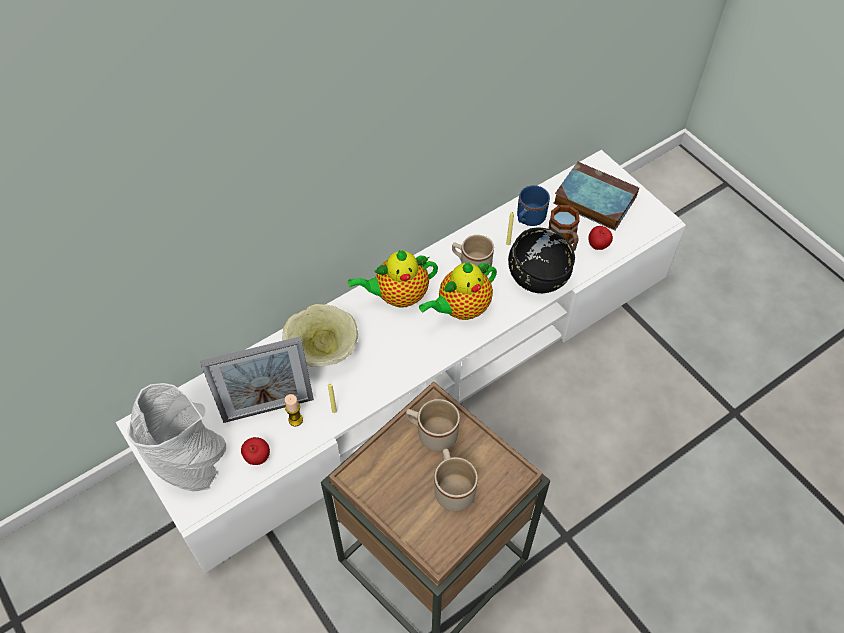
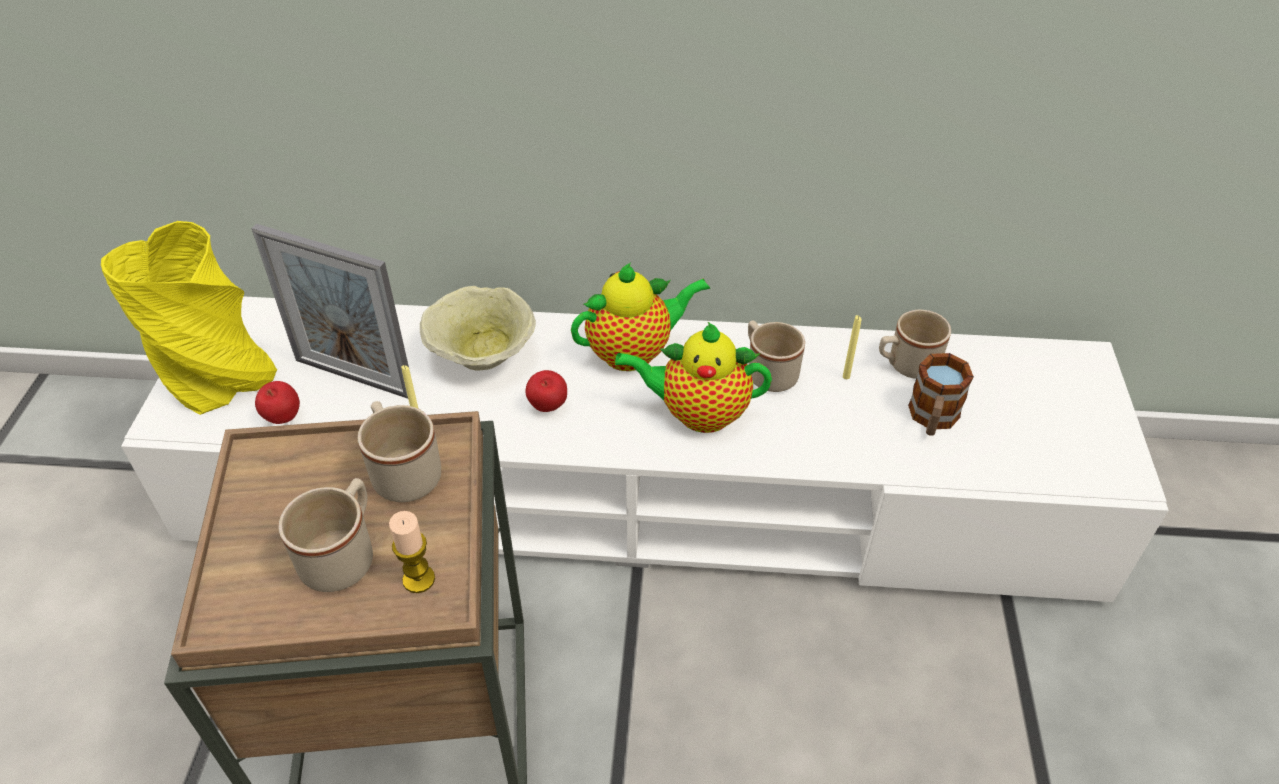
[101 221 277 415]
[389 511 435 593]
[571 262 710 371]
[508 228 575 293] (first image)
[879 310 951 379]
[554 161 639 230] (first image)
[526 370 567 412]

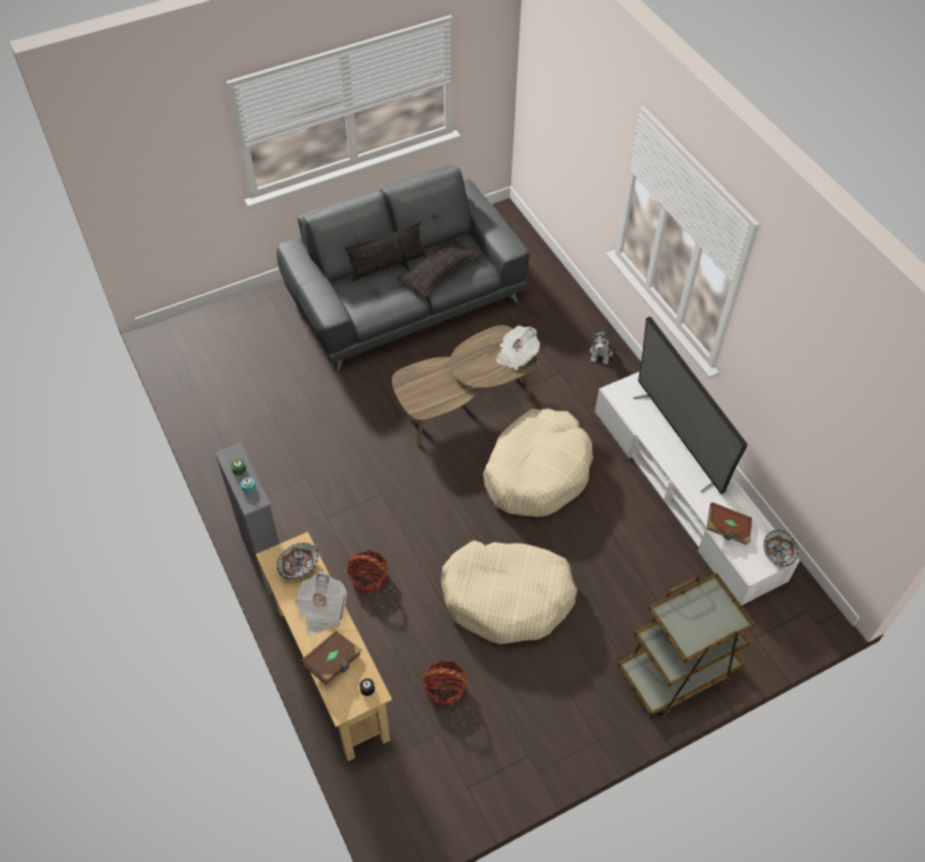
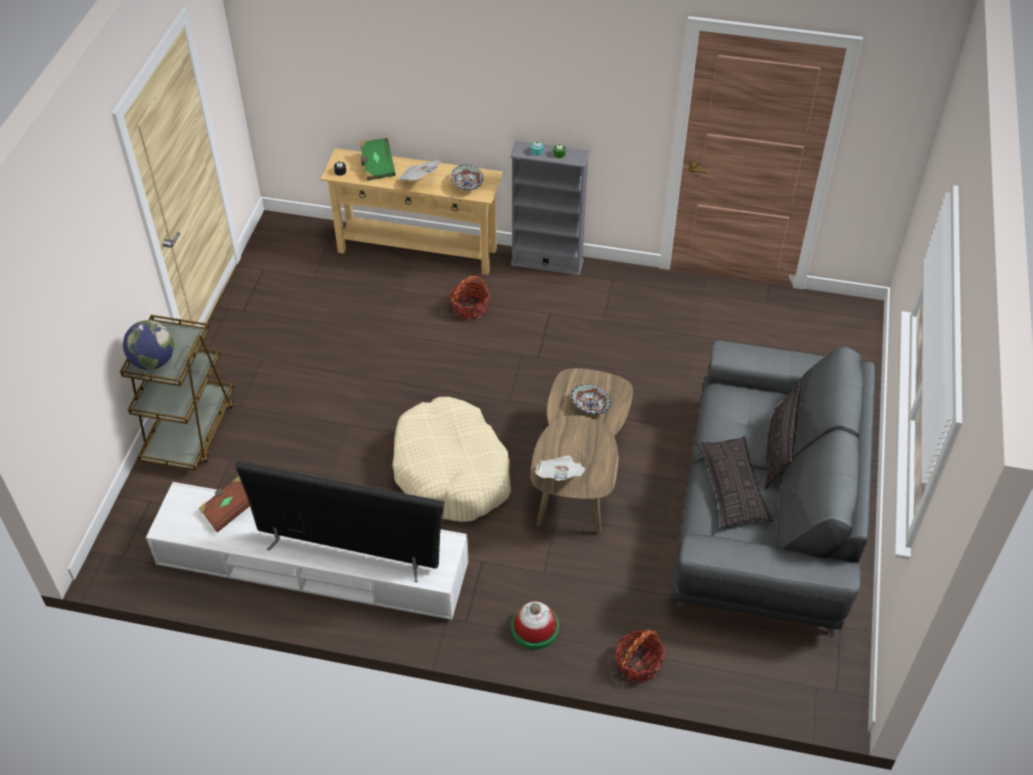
[360 138 396 180]
[616 630 665 682]
[441 541 578 644] (first image)
[511 601 559 650]
[571 384 611 414]
[123 320 174 370]

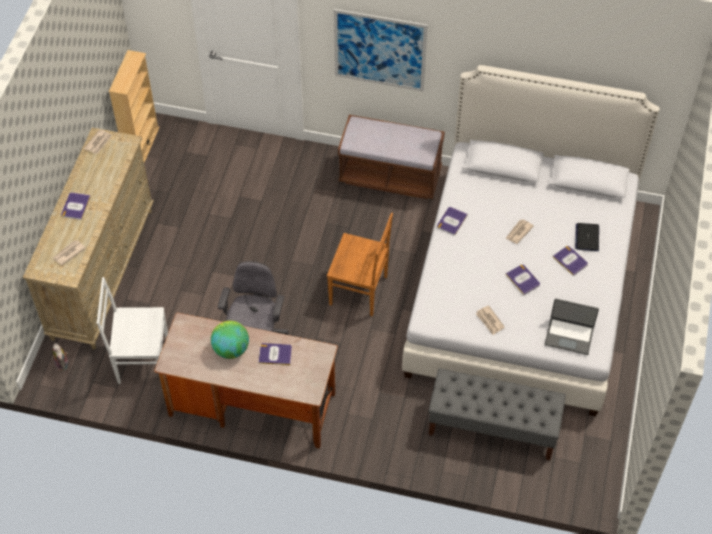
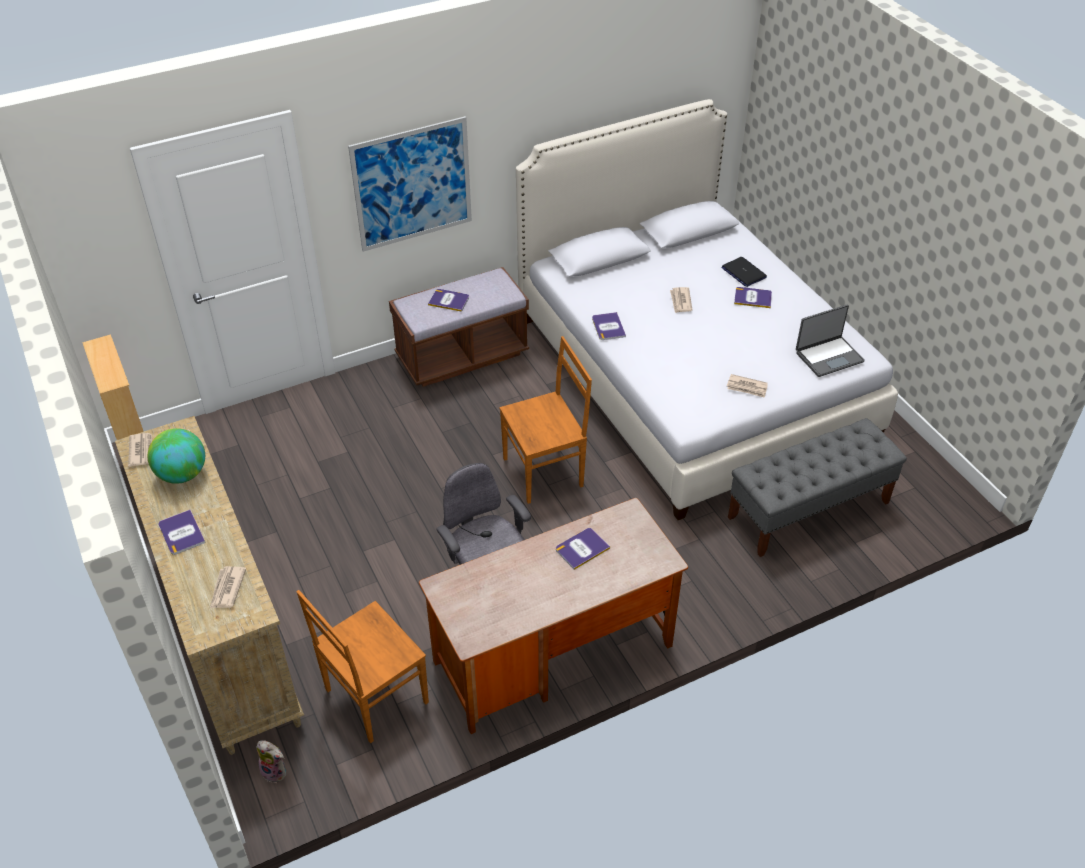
[297 590 429 743]
[148 428 205 484]
[428 289 469 312]

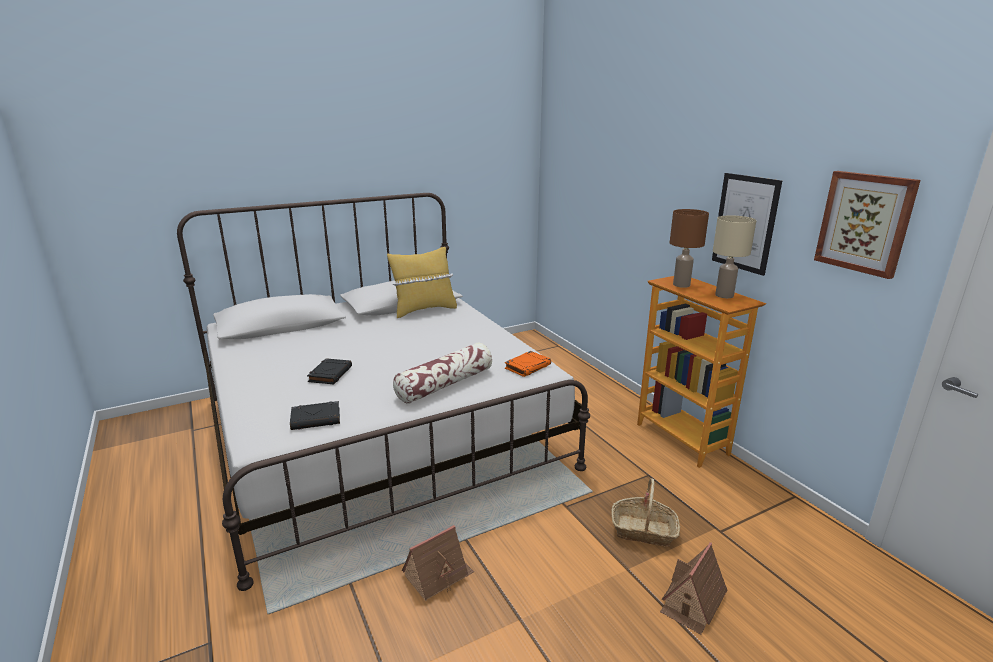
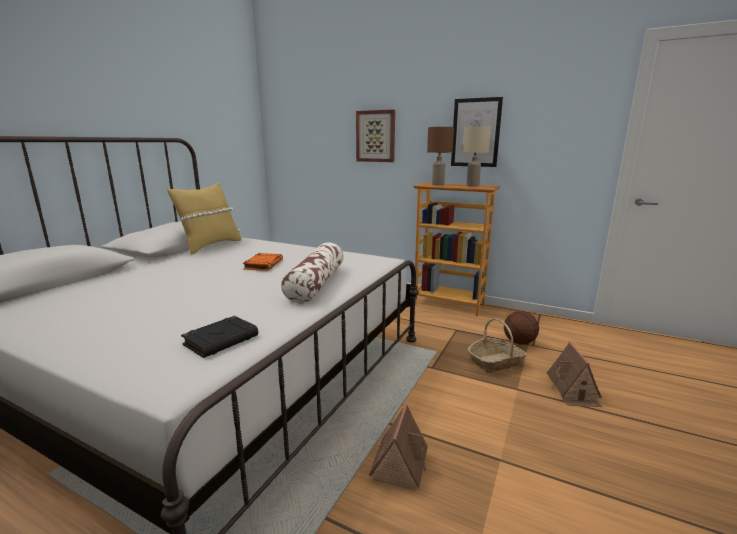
[307 358 352 384] (first image)
[243 253 283 271]
[356 110 395 162]
[504 311 539 345]

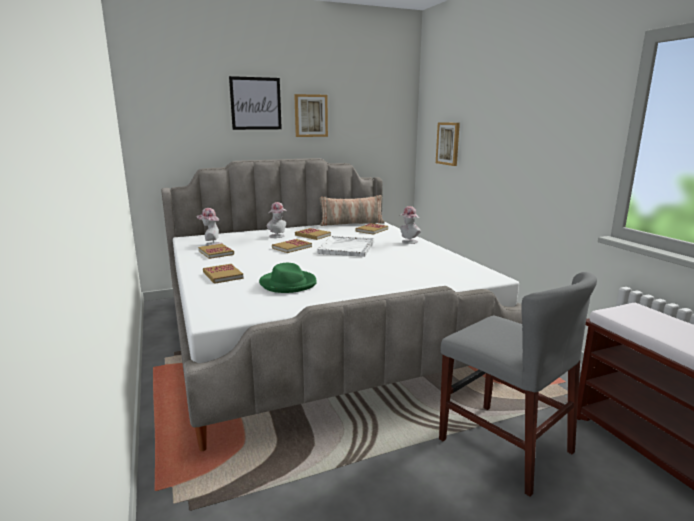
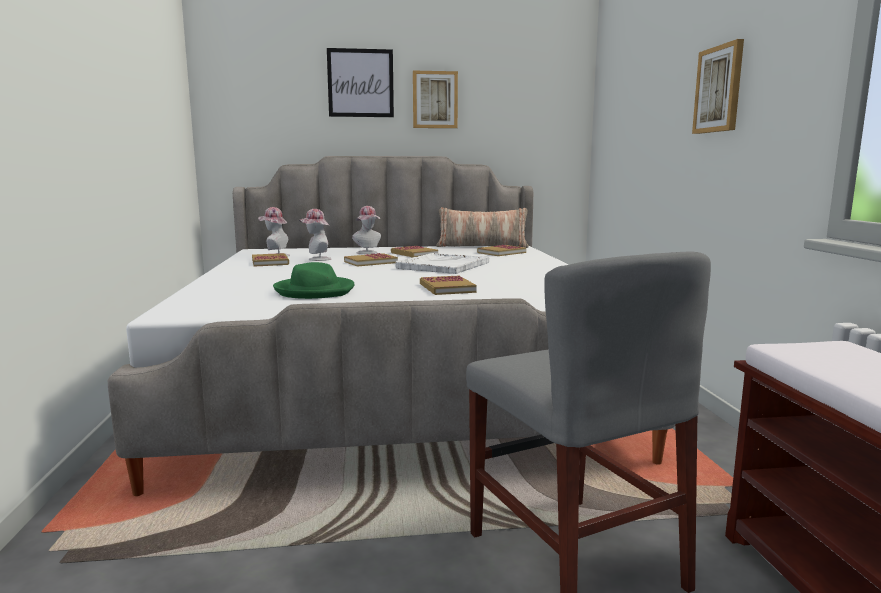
[420 276 476 295]
[299 209 331 261]
[692 39 744 134]

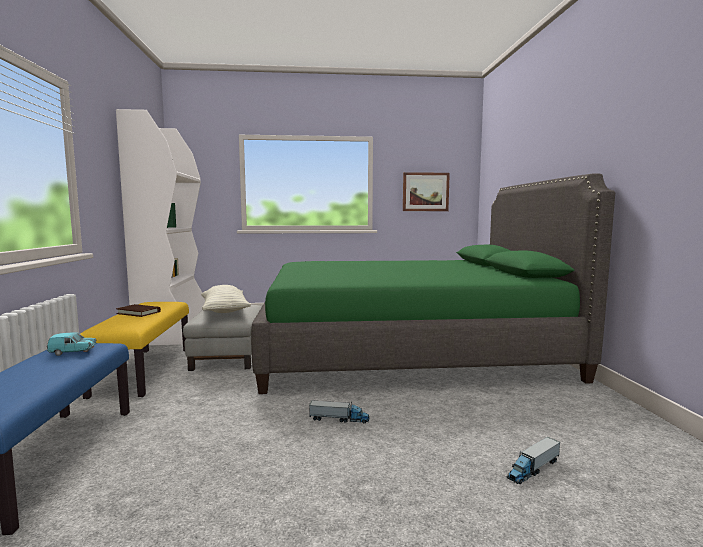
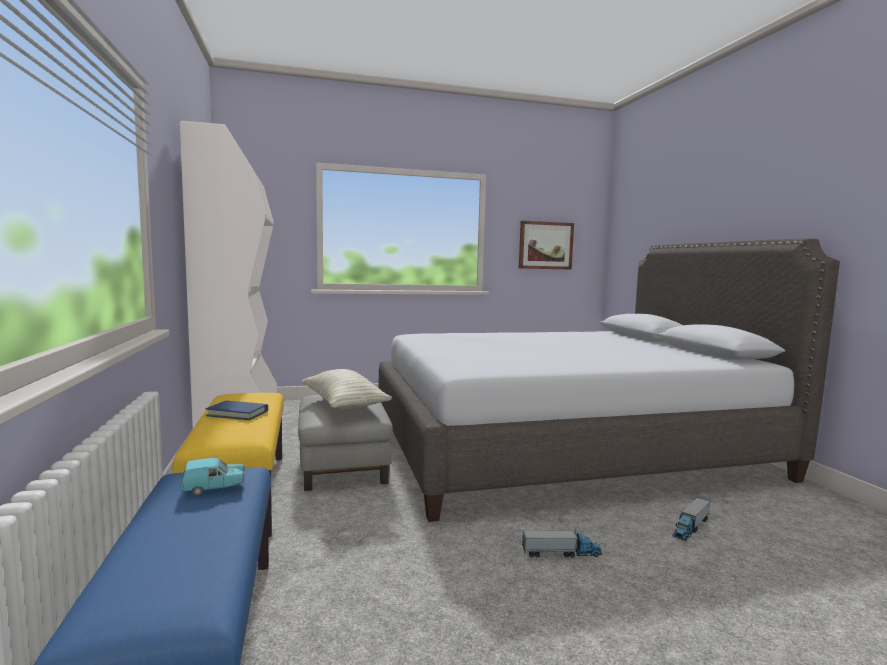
[206 400 268 420]
[379 238 840 522]
[672 497 710 541]

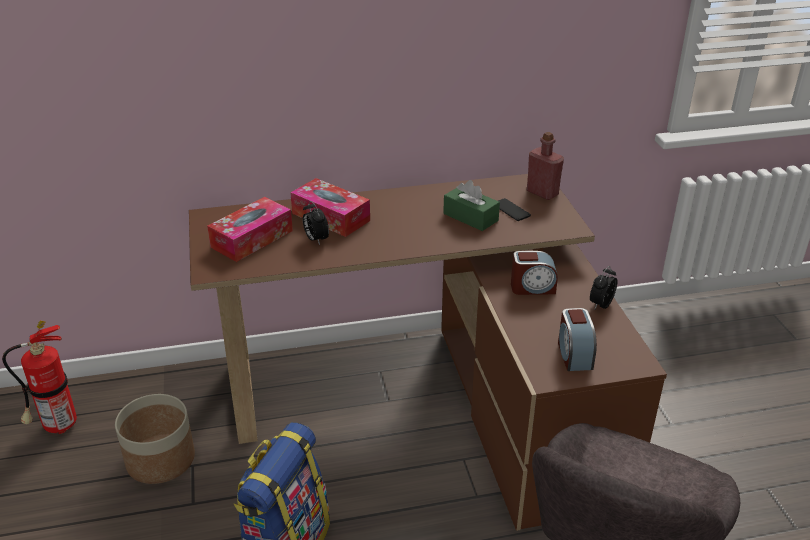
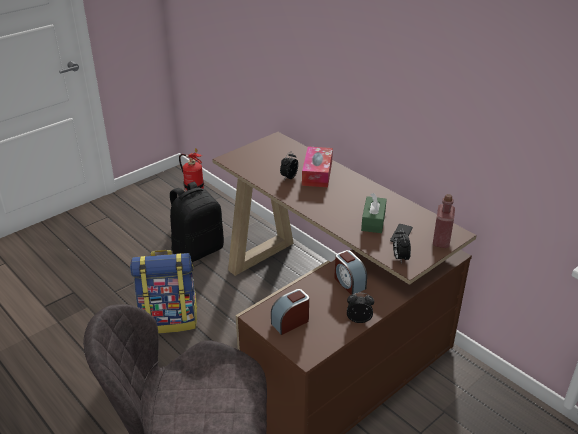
[170 182 224 262]
[207 197 293 262] (first image)
[393 229 411 264]

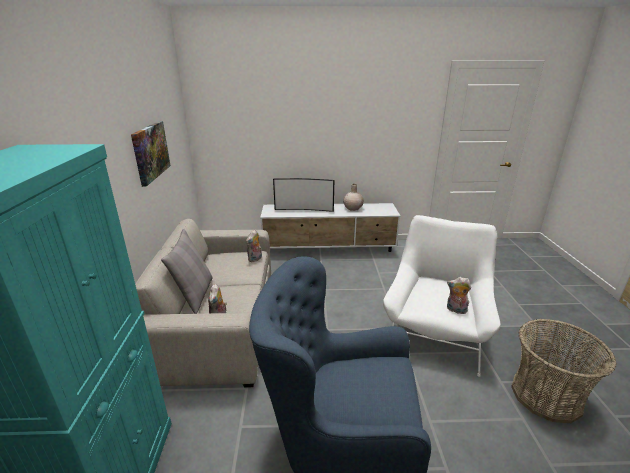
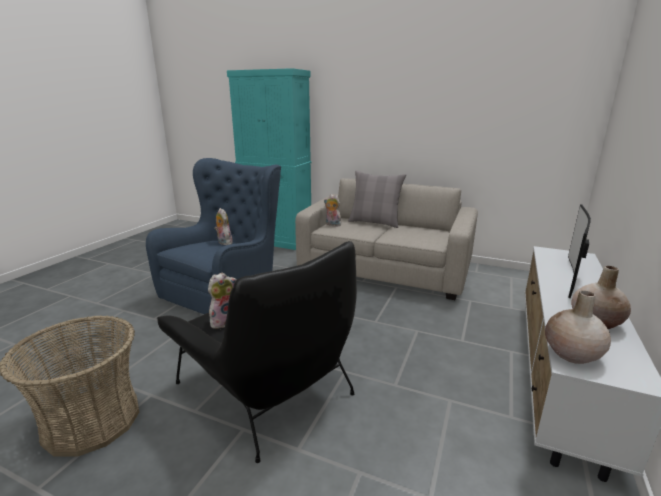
[131 121 171 187] (first image)
[214 208 232 245]
[157 241 357 463]
[545 291 611 364]

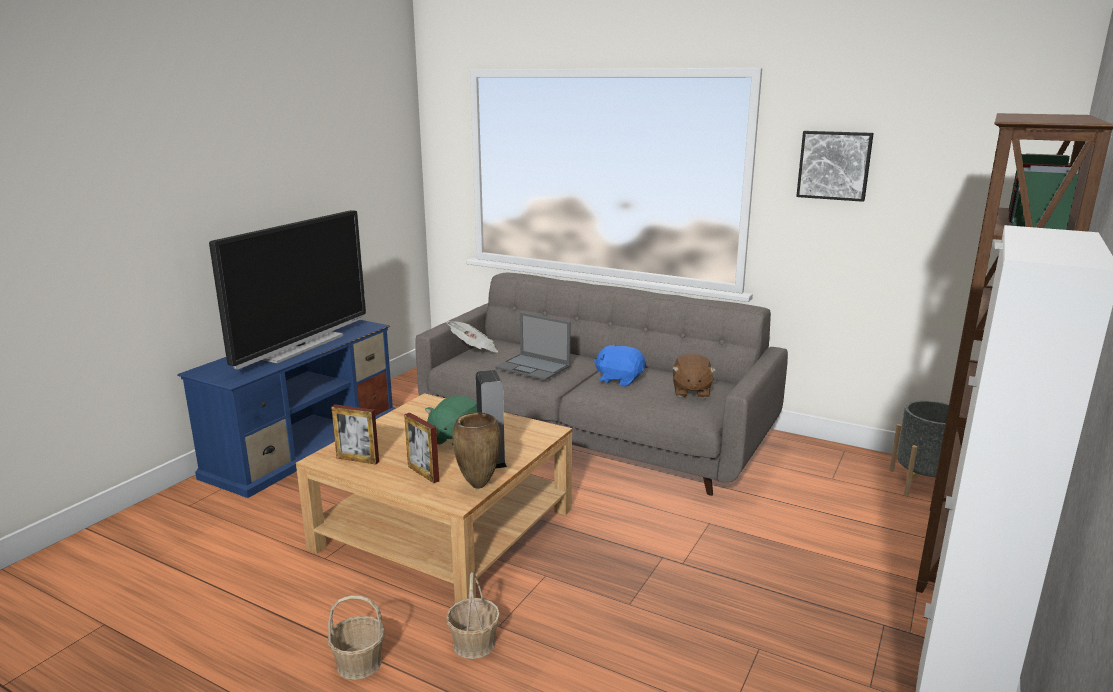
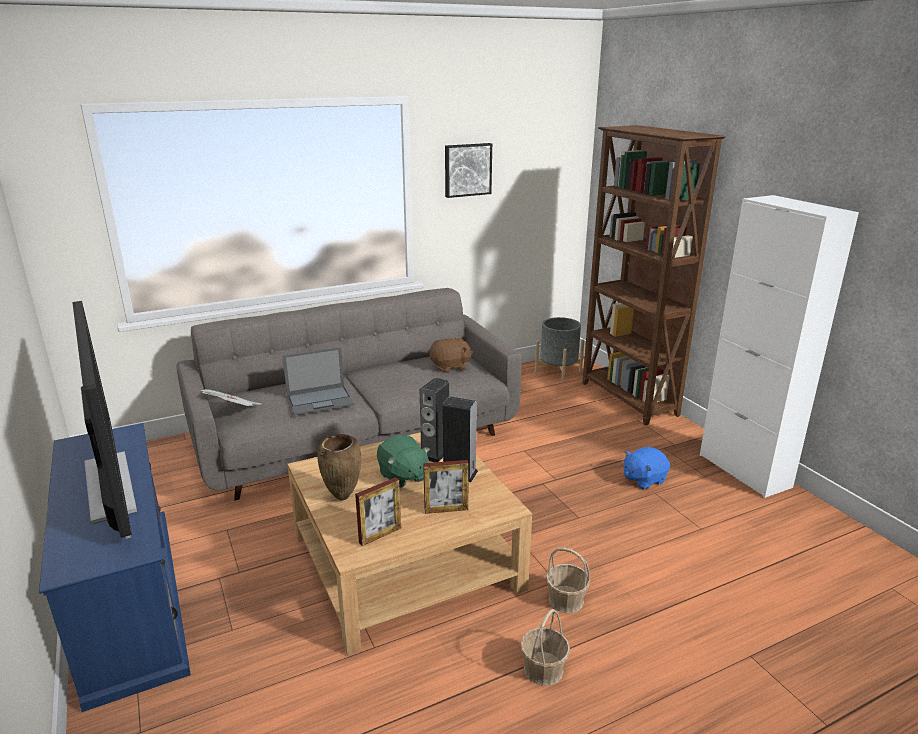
[317 434 361 501]
[623 447 670 490]
[430 337 473 373]
[420 378 449 462]

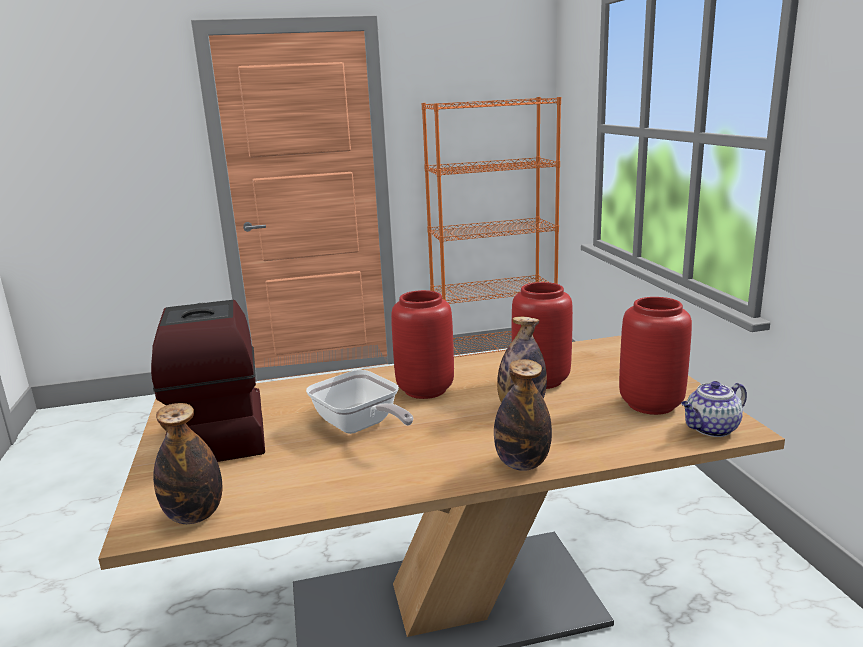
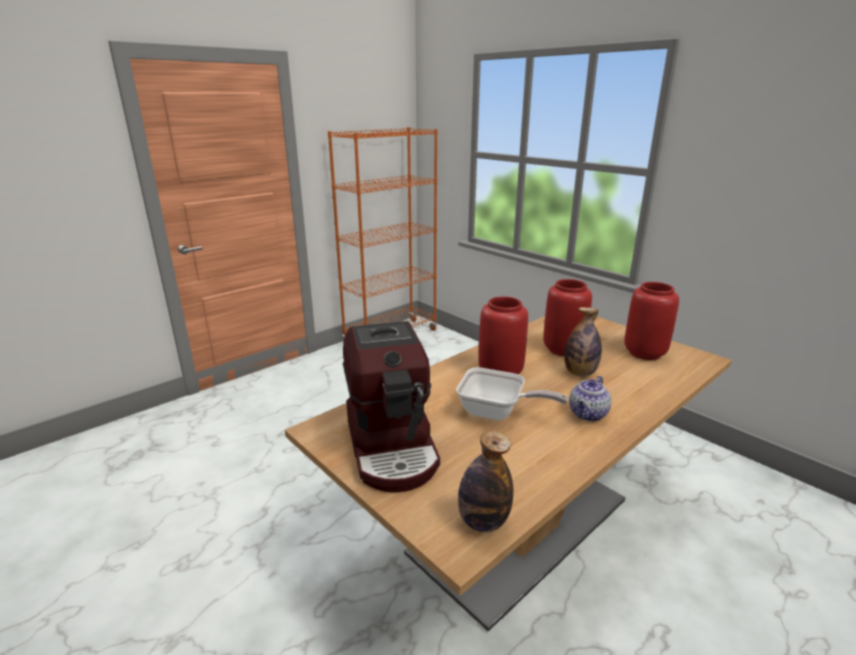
[343 321 440 492]
[494 359 552 471] (first image)
[569 376 611 421]

